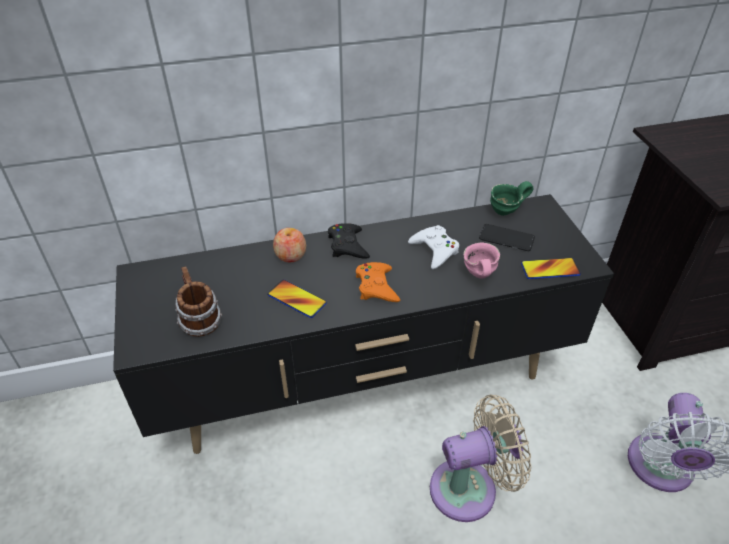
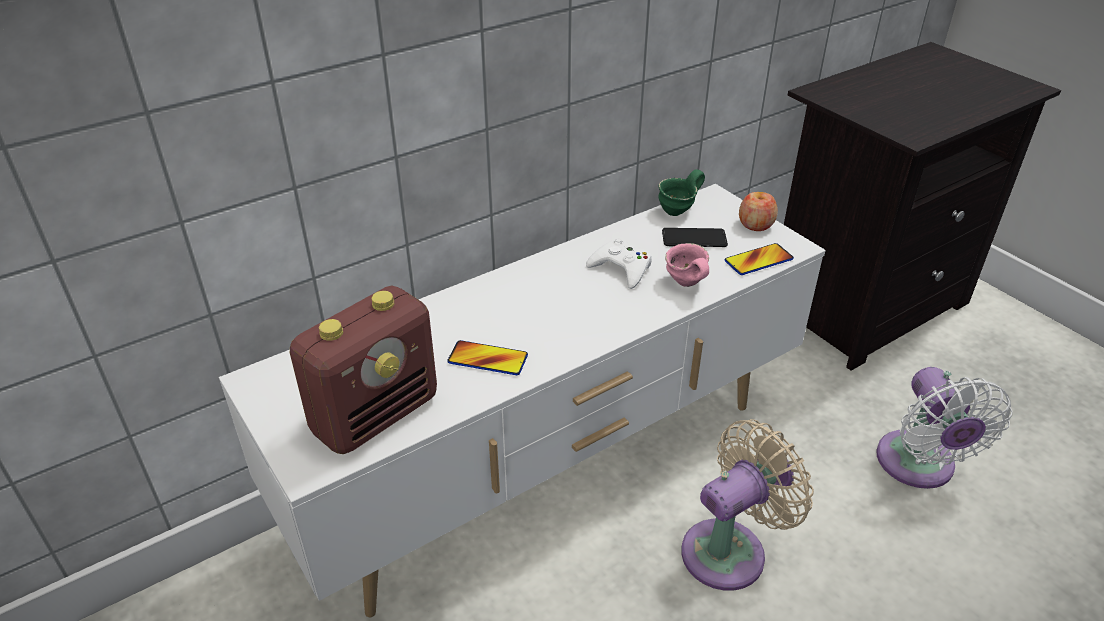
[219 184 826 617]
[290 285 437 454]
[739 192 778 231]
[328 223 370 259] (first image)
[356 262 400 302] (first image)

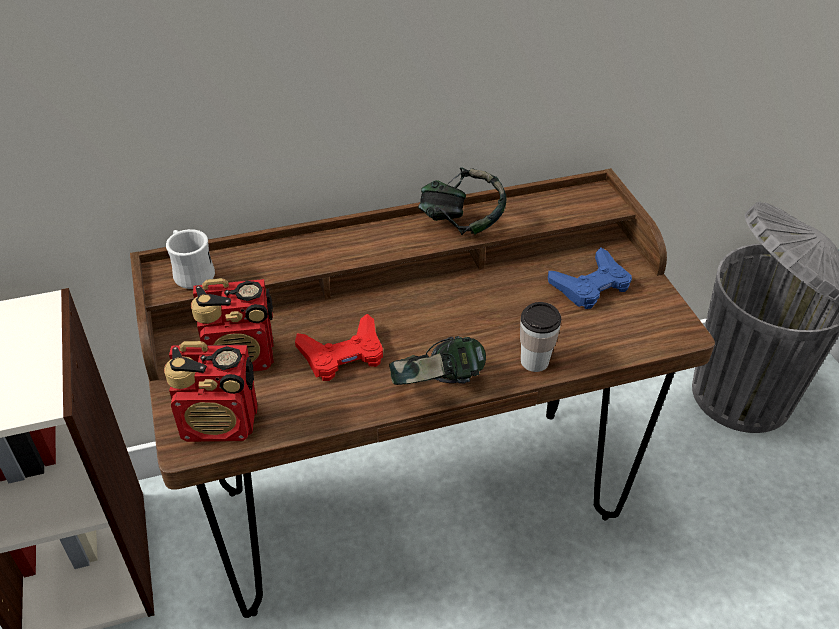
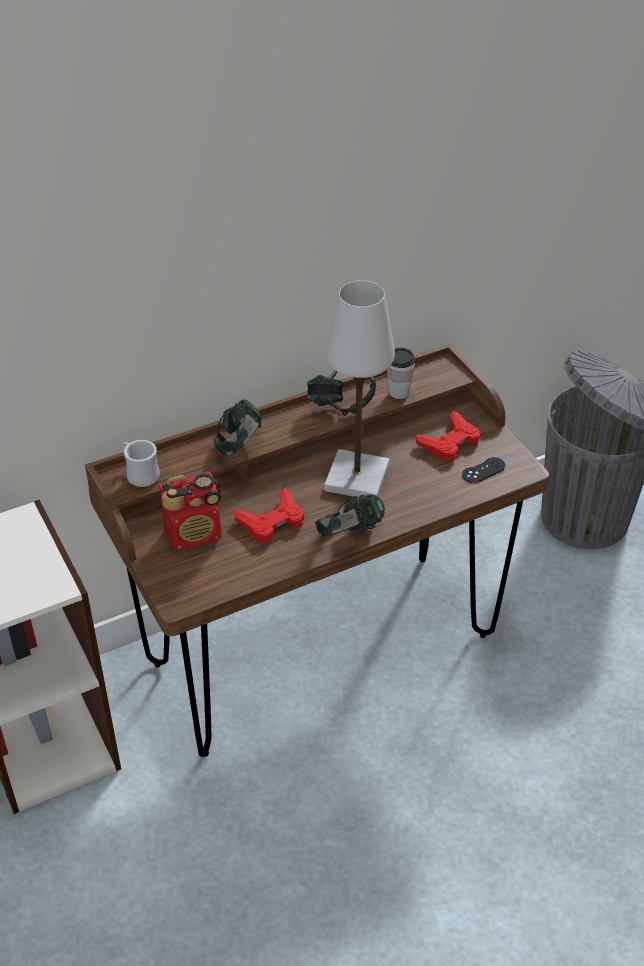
[164 341 258 442] (first image)
[387 348 415 399]
[416 411 481 462]
[214 400 262 456]
[324 280 395 497]
[462 457 505 483]

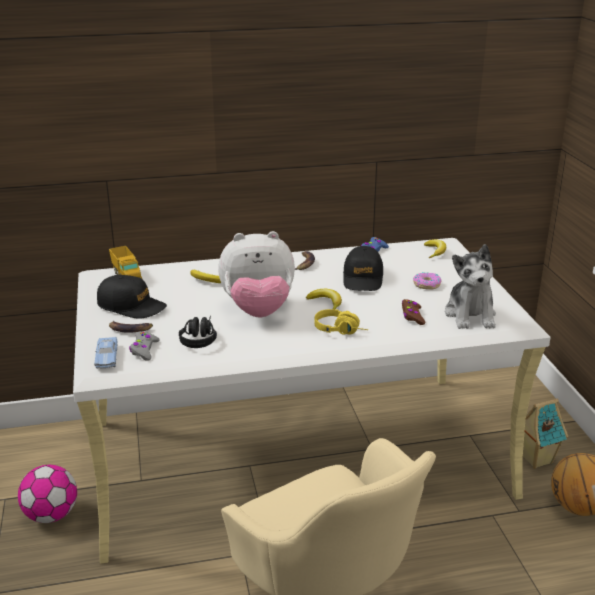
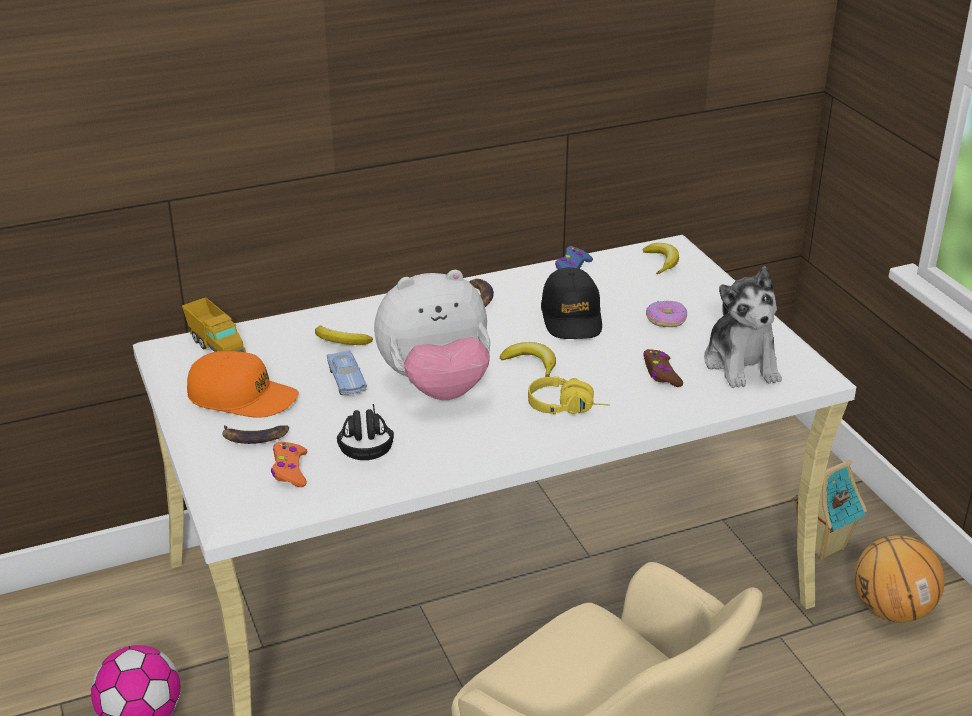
[327 351 367 395]
[187 351 299 418]
[271 442 307 487]

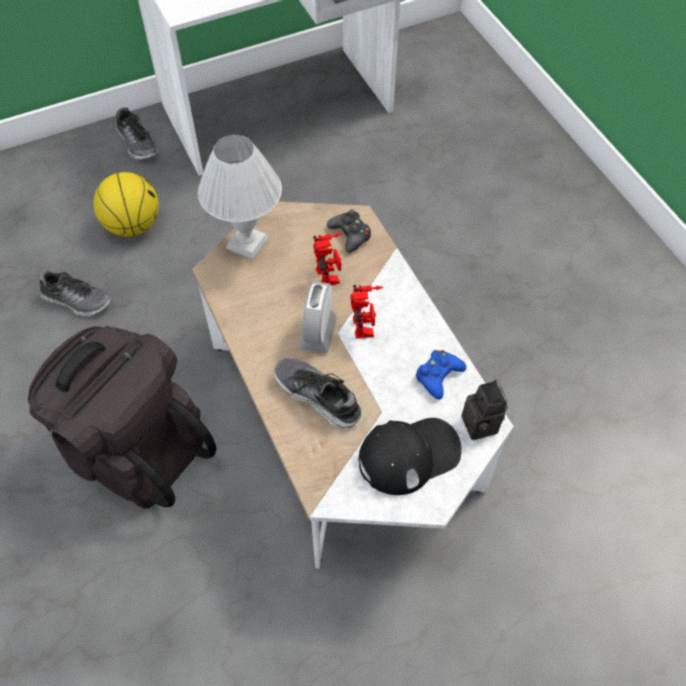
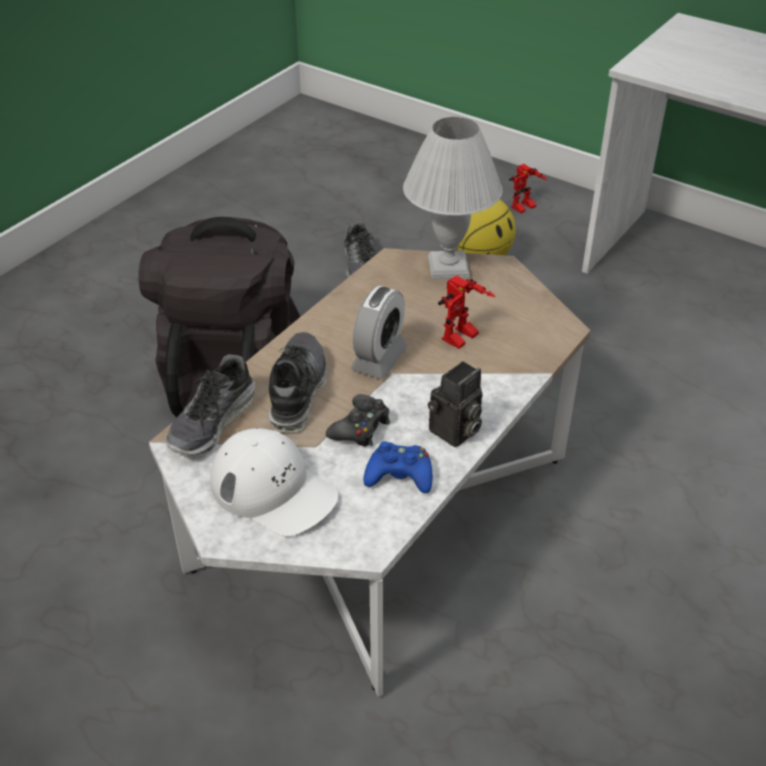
[166 354 255 456]
[351 286 408 379]
[326 394 390 447]
[509 164 548 213]
[210 428 338 536]
[428 361 482 447]

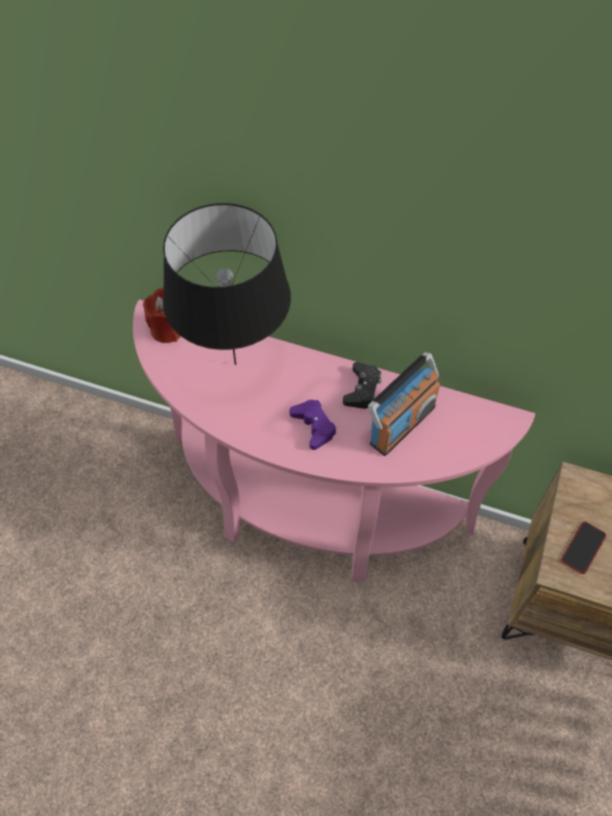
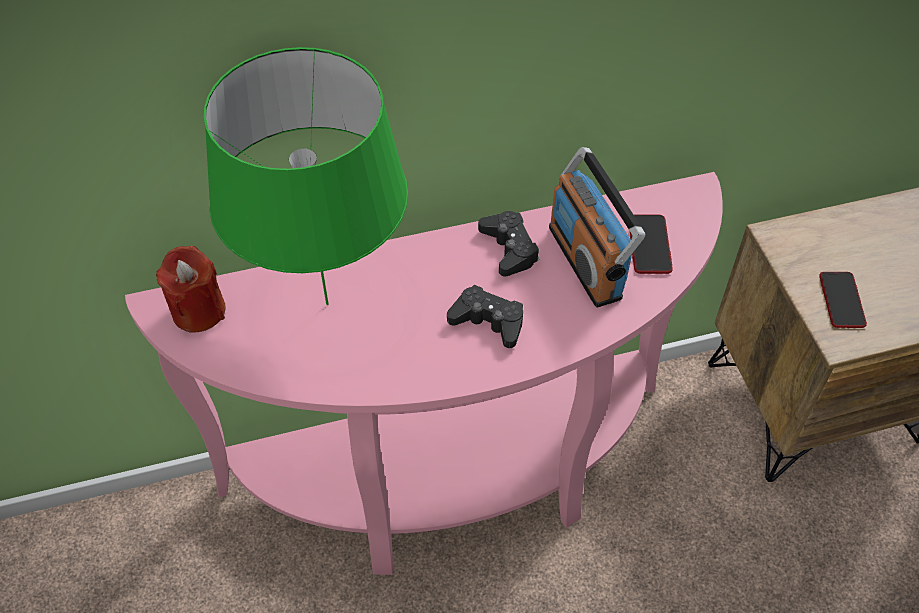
[204 47 408 305]
[447 285 523 348]
[549 147 645 307]
[630 214 673 274]

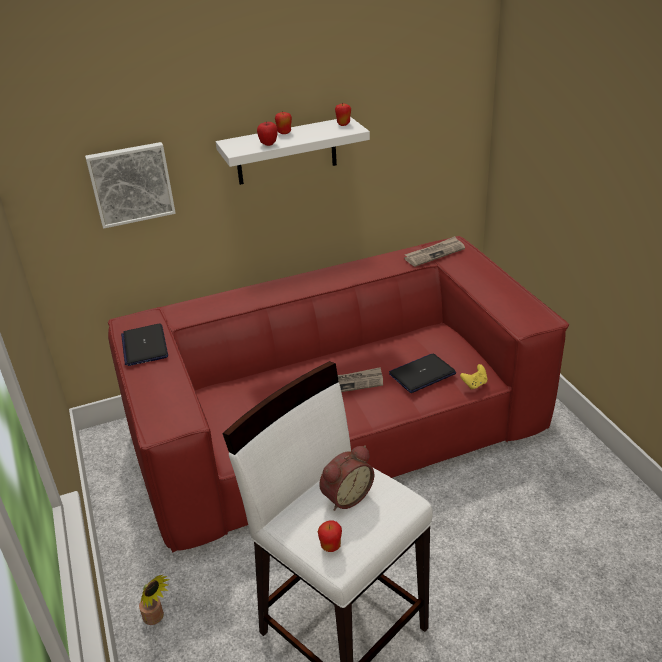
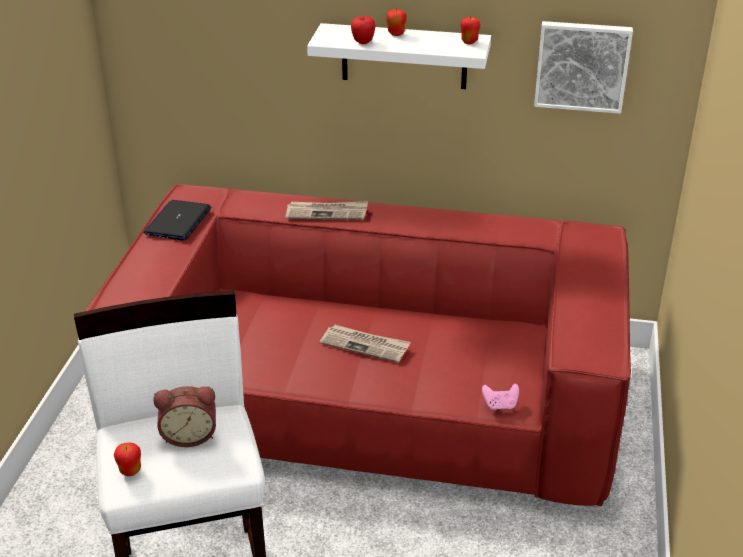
[534 21 633 114]
[139 575 170 625] (first image)
[389 354 456 393] (first image)
[285 201 368 220]
[482 384 519 410]

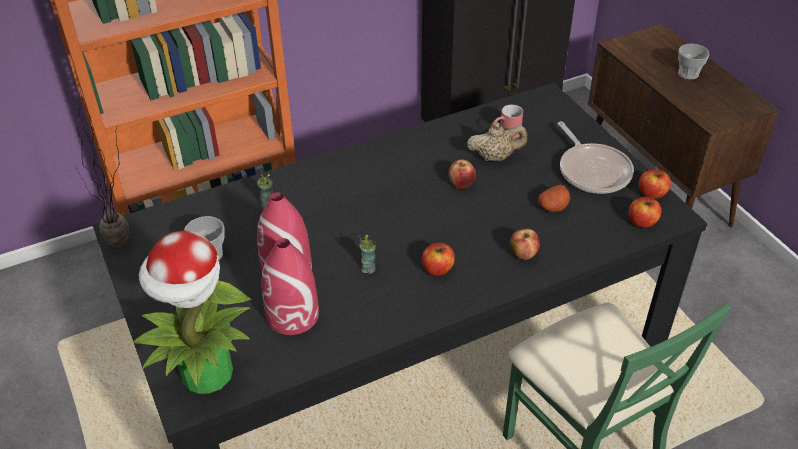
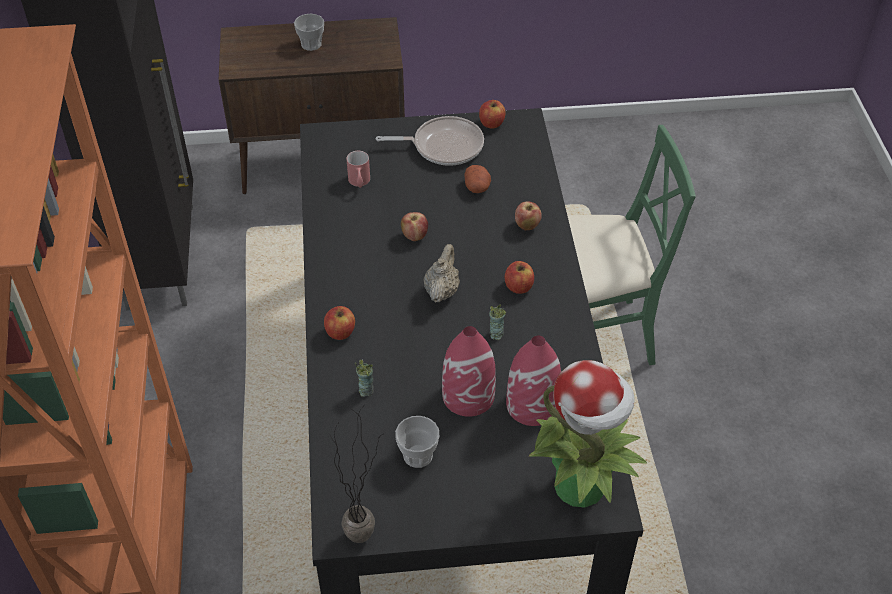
[423 244 460 303]
[324 306 355 340]

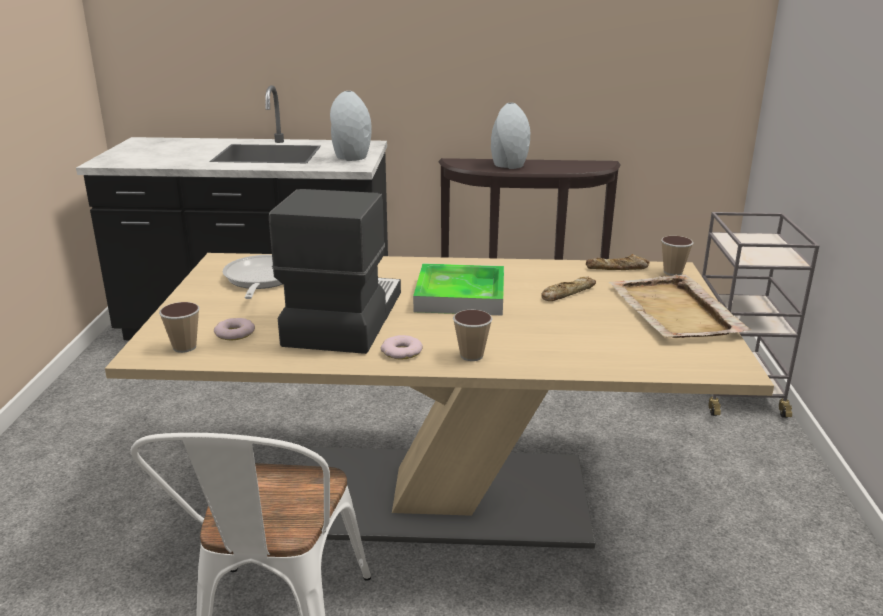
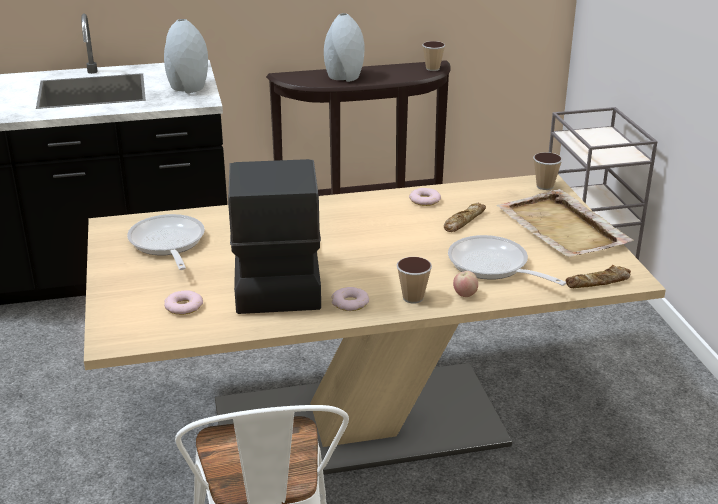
[422 41 445 71]
[413 263 504 316] (first image)
[565 265 631 288]
[409 188 441 206]
[448 235 567 286]
[453 271 478 297]

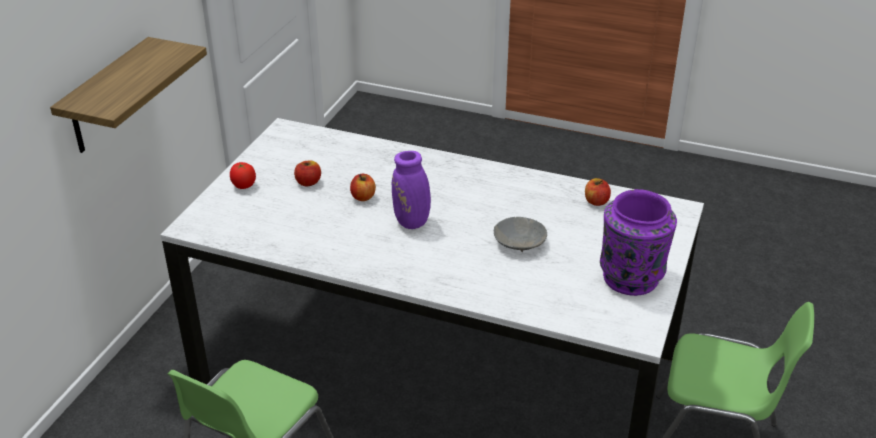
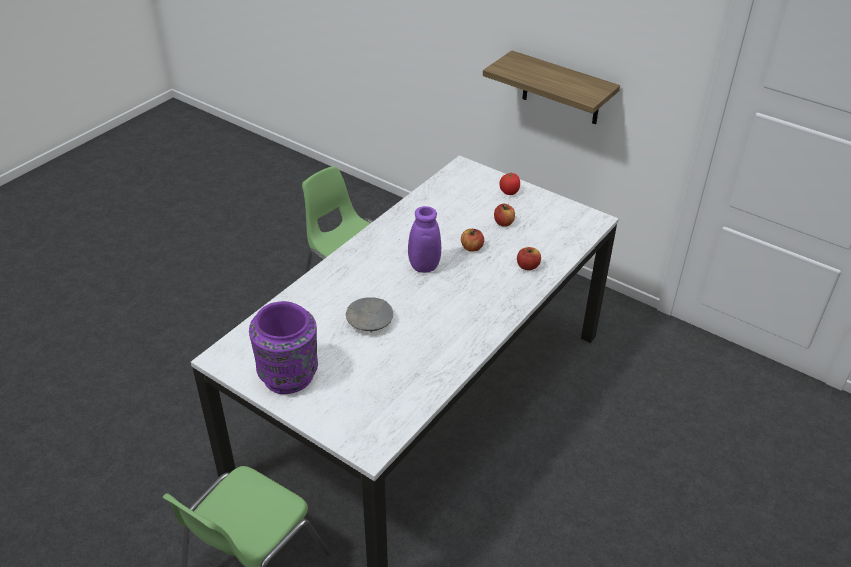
[517 247 541 270]

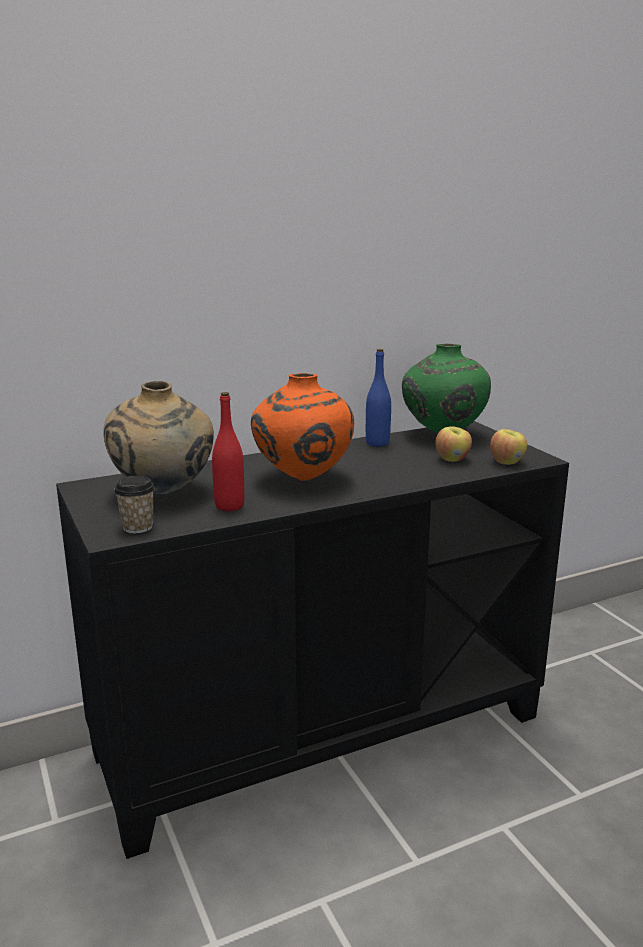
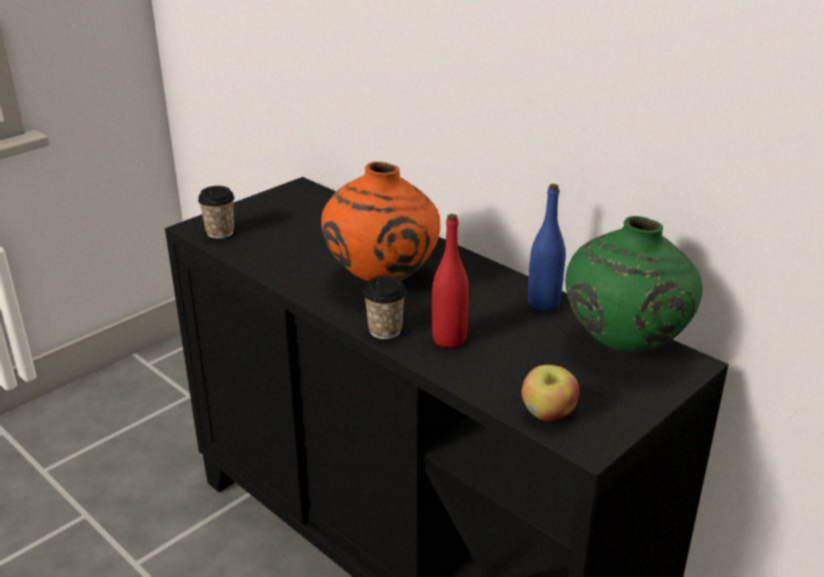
[103 381 214 494] (first image)
[432 214 469 348]
[435 426 472 462] (first image)
[363 275 406 339]

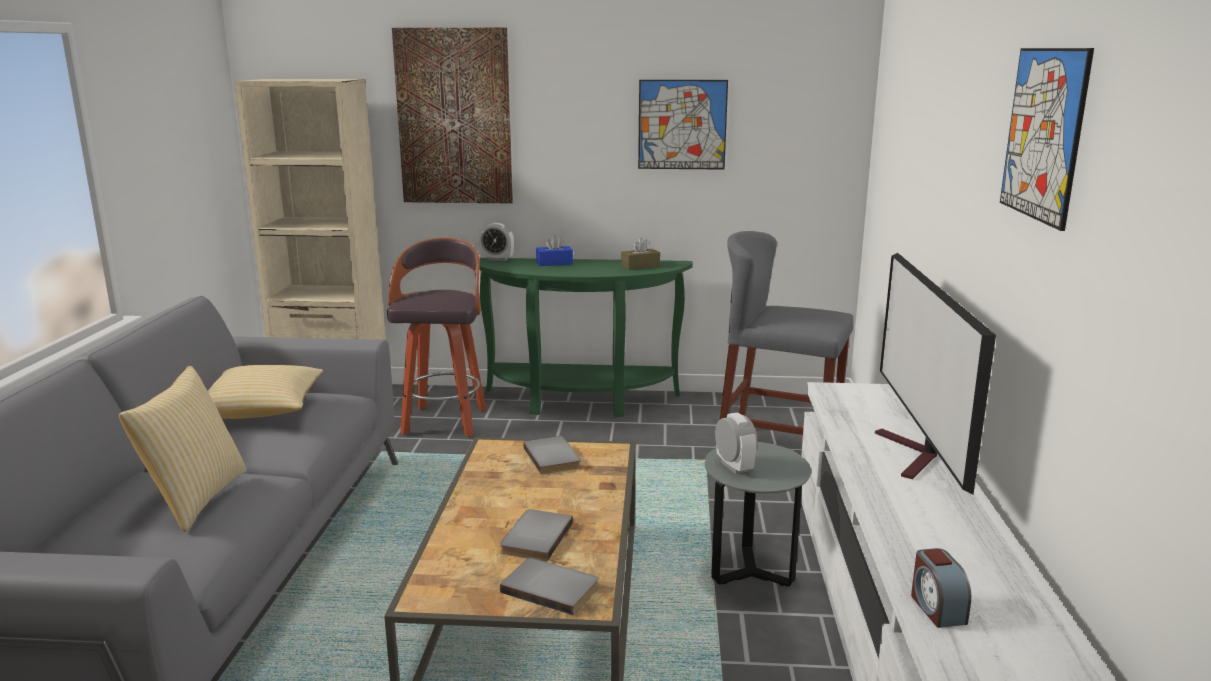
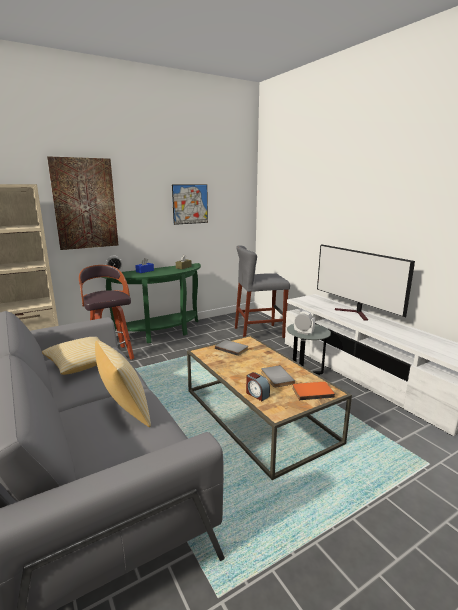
[292 382 335 400]
[246 372 270 401]
[1000 48 1094 231] (first image)

